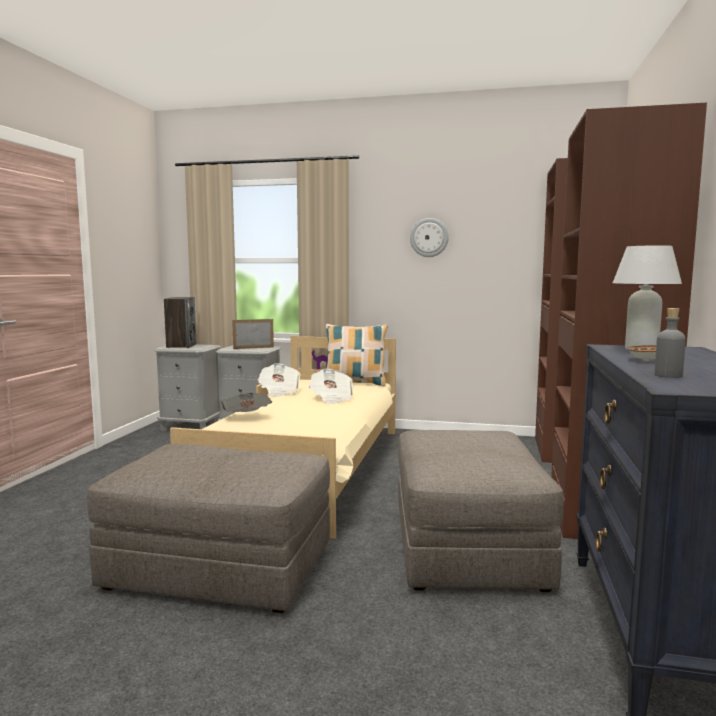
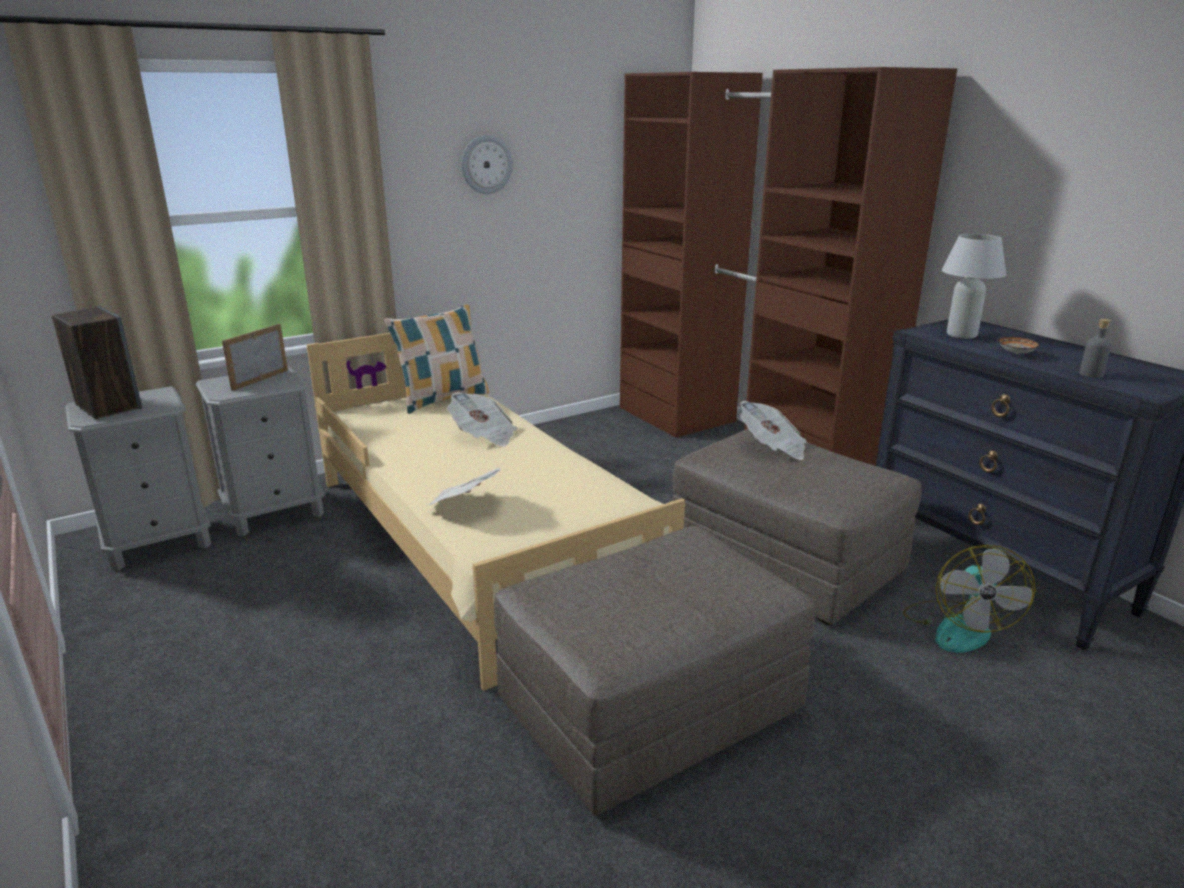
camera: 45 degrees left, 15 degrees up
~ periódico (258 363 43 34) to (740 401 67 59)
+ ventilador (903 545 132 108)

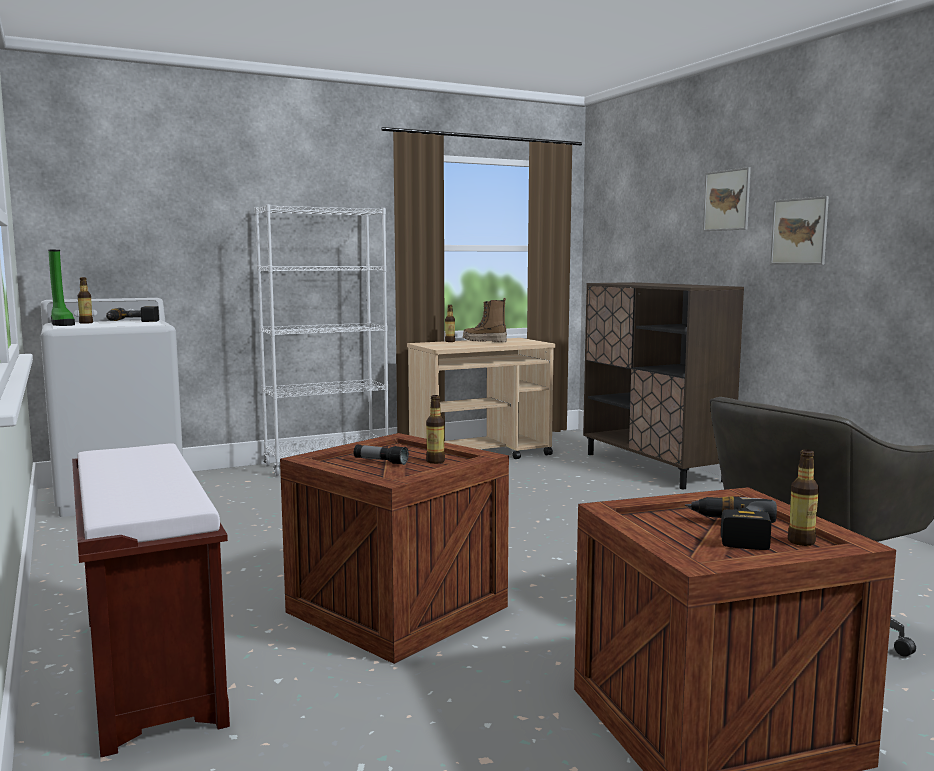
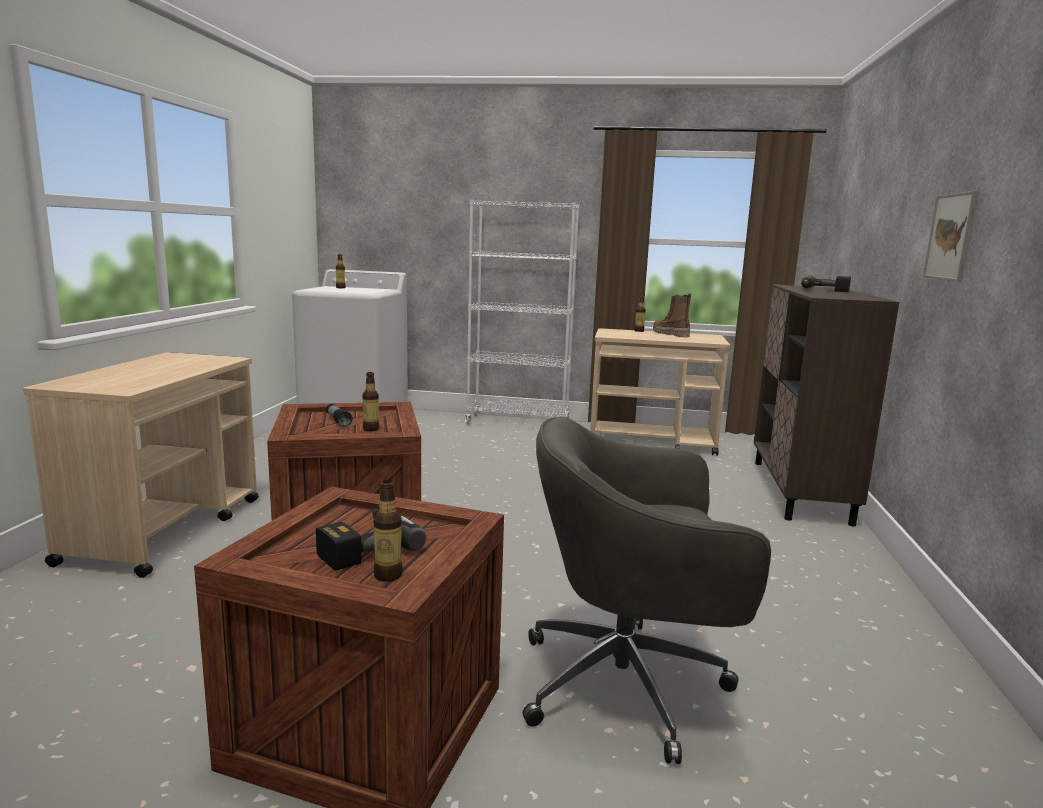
camera: 35 degrees right, 5 degrees up
- cuadro (703 167 48 64)
- bota [verde] (48 250 27 76)
~ taladro (106 306 53 16) to (801 276 50 16)
~ banco [marrón] (72 444 158 314) to carrito [beis] (23 352 236 226)

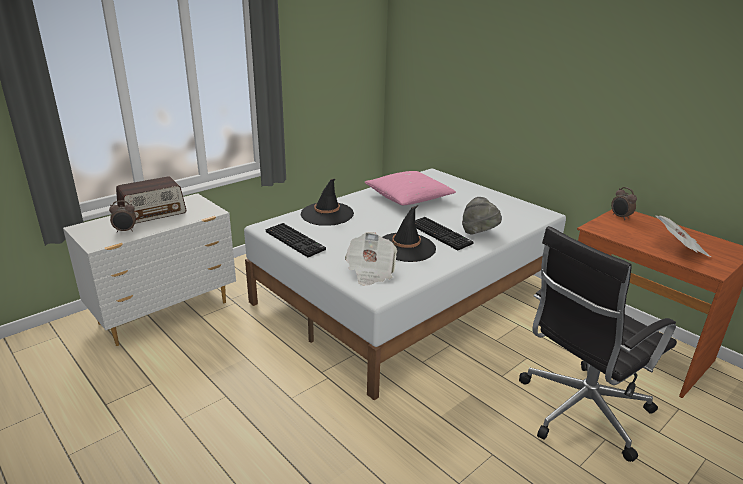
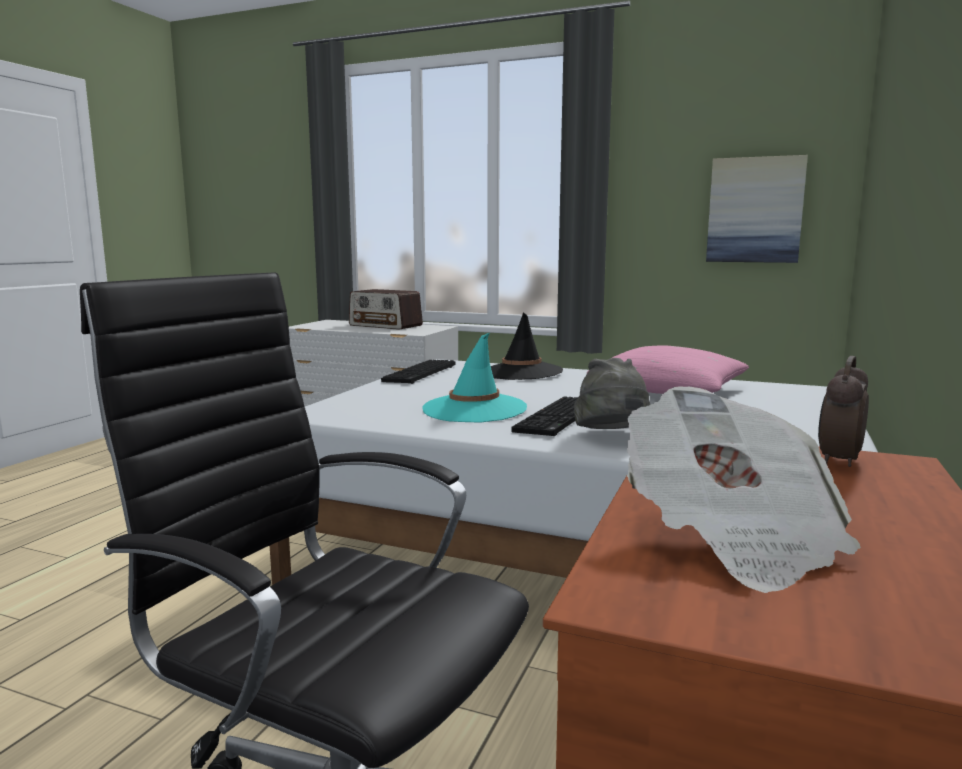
camera: 65 degrees right, 15 degrees down
- despertador (109 201 27 32)
~ sombrero [negro] (382 205 54 57) to sombrero [turquesa] (422 333 105 89)
- periódico (345 232 52 54)
+ cuadro (706 155 102 108)

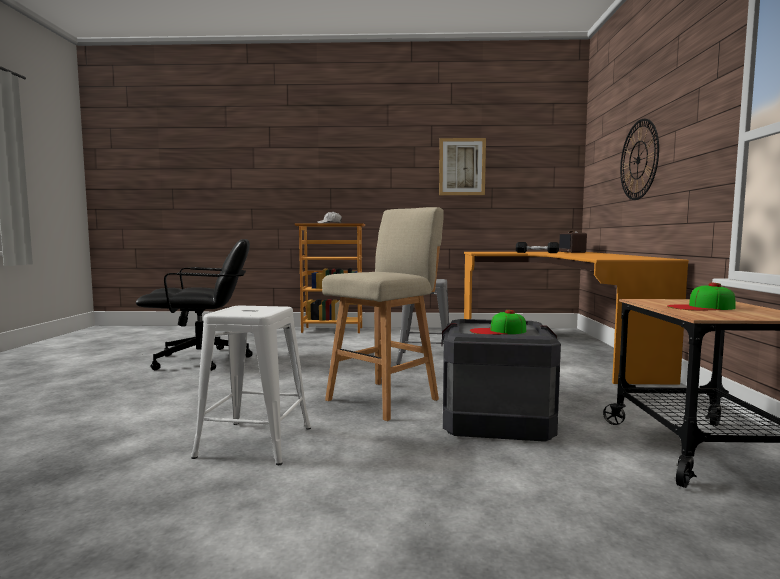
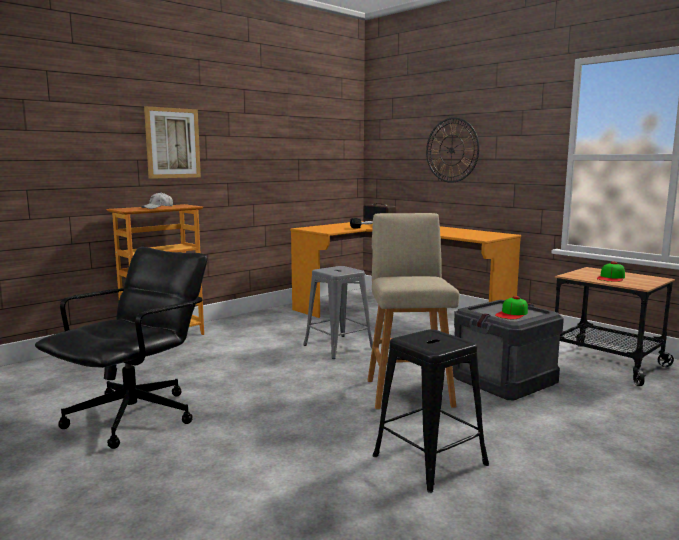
camera: 45 degrees left, 5 degrees up
~ cuadro (439 138 47 57) to (144 106 57 73)
~ taburete [blanco] (191 306 120 159) to taburete [negro] (373 329 116 164)

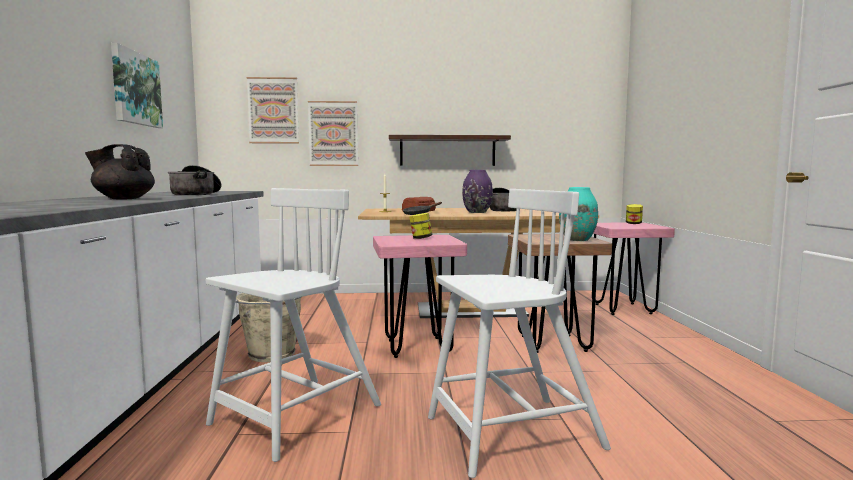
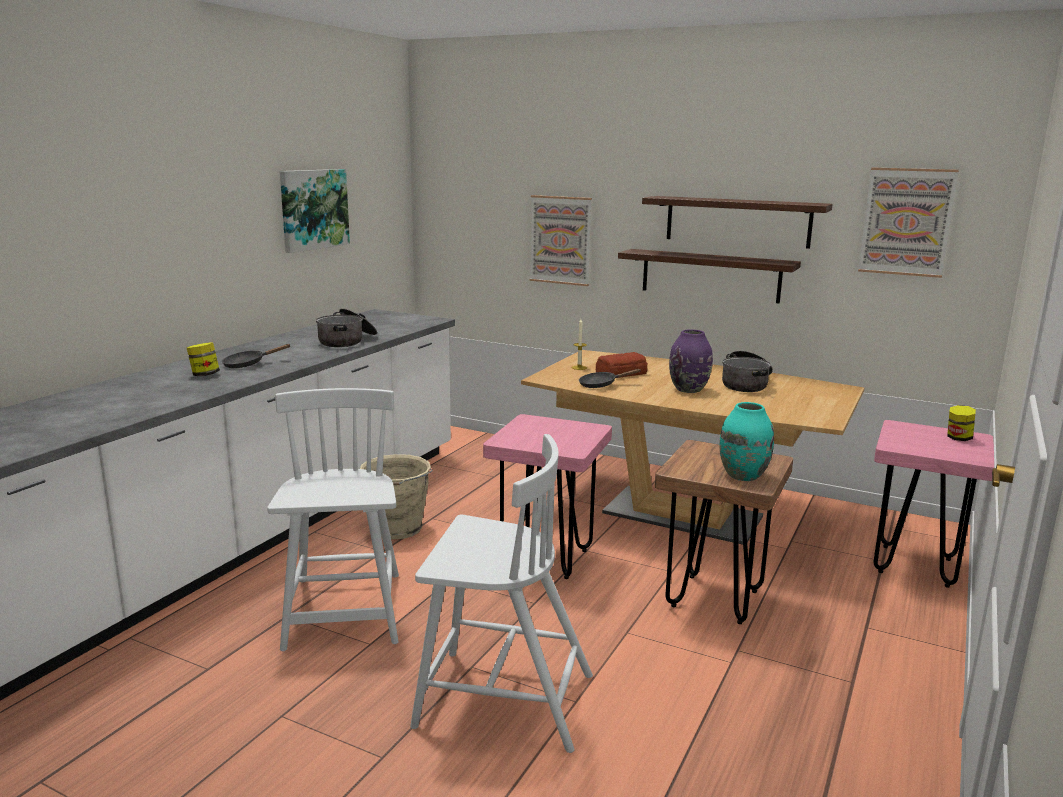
camera: 30 degrees right, 10 degrees up
~ cuadro (247 77 52 67) to (858 168 101 110)
~ tetera [negro] (85 144 70 56) to sartén [negro] (222 344 68 24)
~ silla [blanco] (206 188 175 274) = (267 388 132 263) 75 degrees counterclockwise
~ tarro (409 213 23 26) to (187 343 33 33)
+ estante (642 196 191 53)

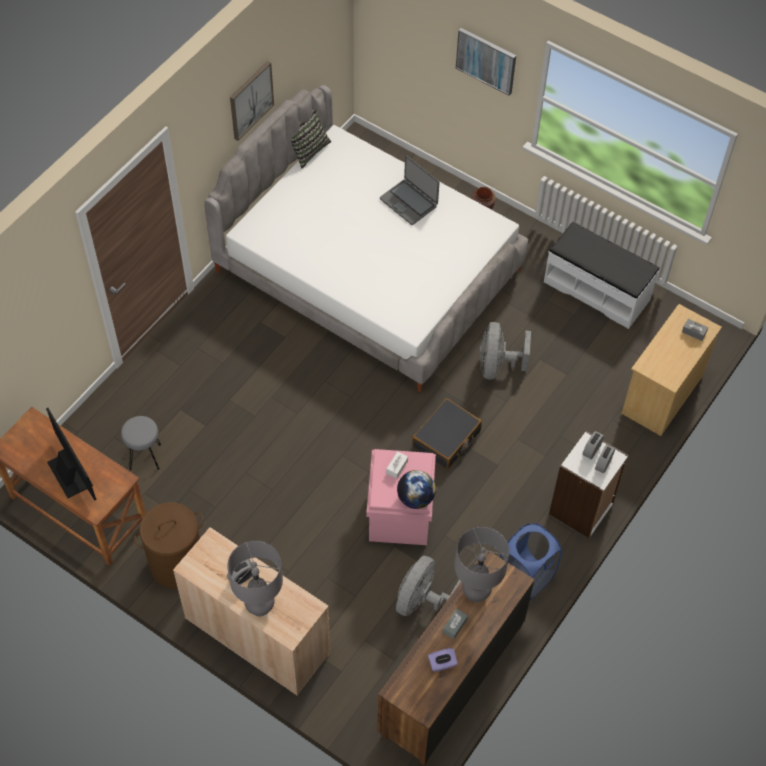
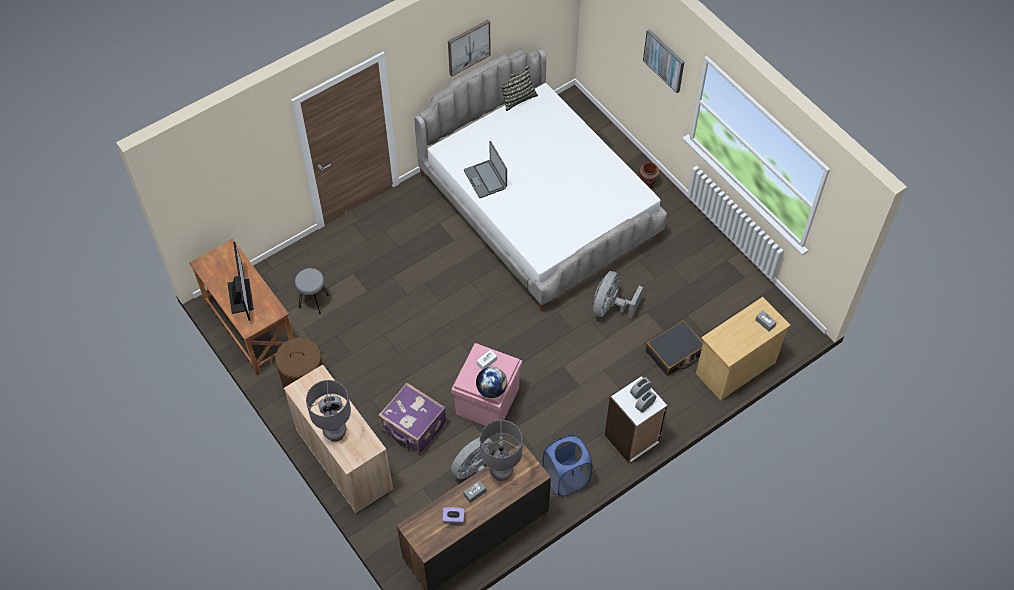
camera: 20 degrees right, 0 degrees up
~ portátil (380 155 60 70) to (464 141 43 57)
- banco [blanco] (544 221 115 108)
~ maleta [negro] (412 398 70 71) to (645 320 58 56)
+ maleta [morado] (378 382 68 73)

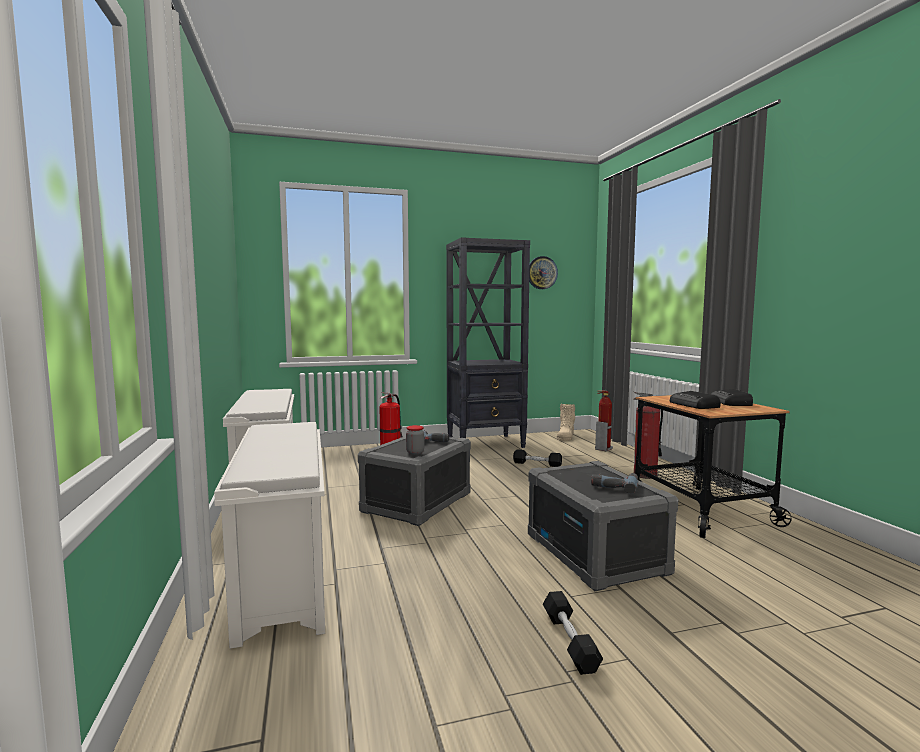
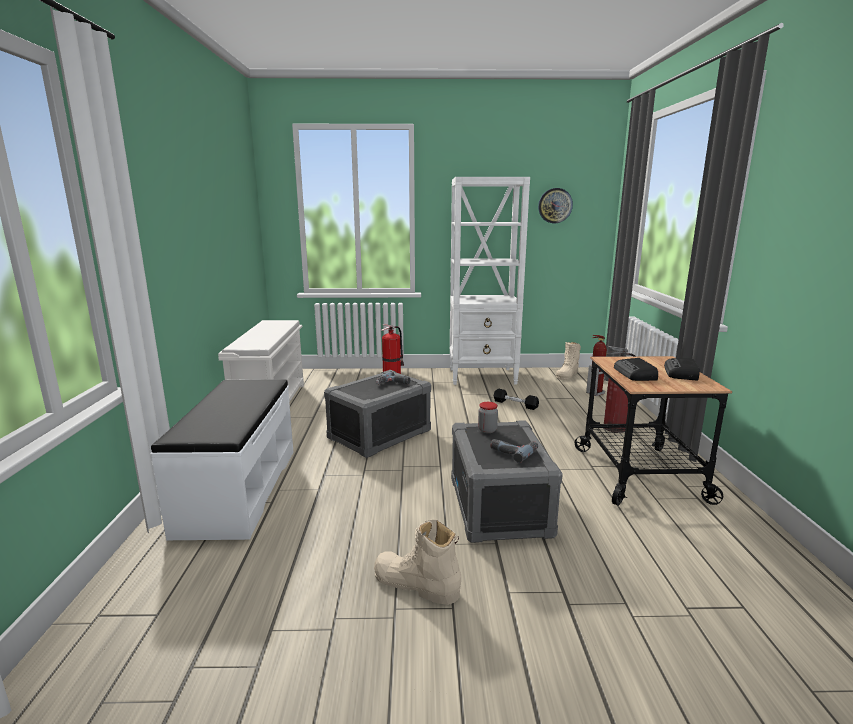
camera: 15 degrees right, 10 degrees up
~ estantería [negro] (446 237 84 211) to estantería [blanco] (450 177 80 208)
~ zapatero [blanco] (214 422 111 227) to banco [blanco] (151 379 143 161)
~ tarro (406 425 18 29) to (478 402 20 31)
~ mancuerna [negro] (543 591 60 84) to bota [beis] (374 519 87 86)

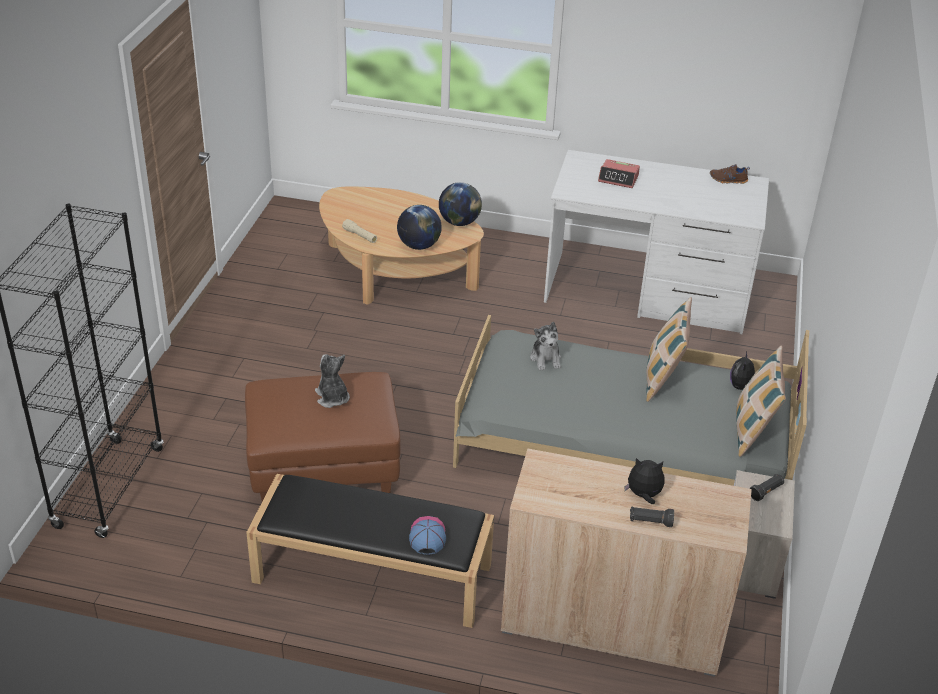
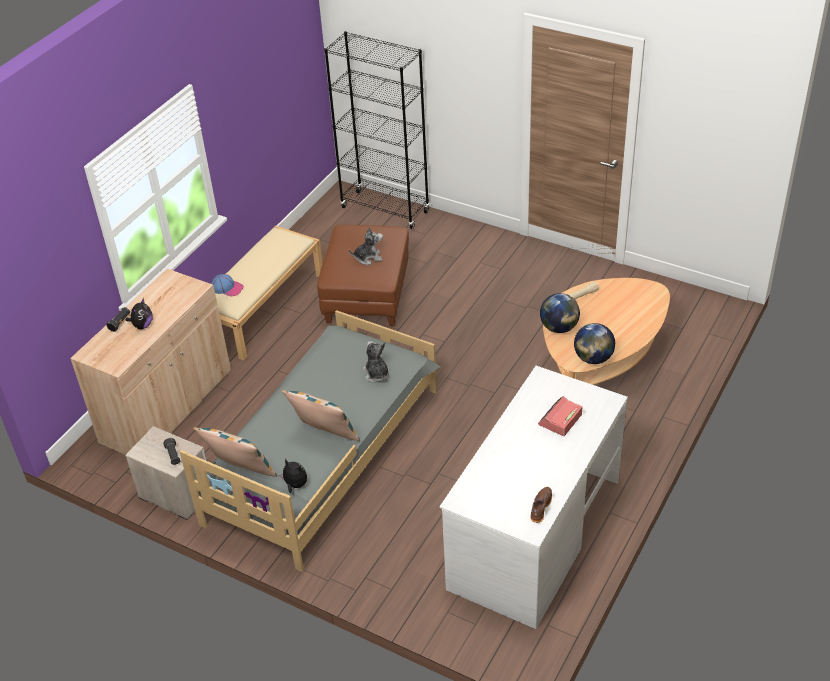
camera: 110 degrees right, 5 degrees up
~ peluche (530 322 31 48) = (363 341 27 42) 60 degrees clockwise
~ banco [negro] (246 474 248 154) to banco [beis] (215 226 108 134)

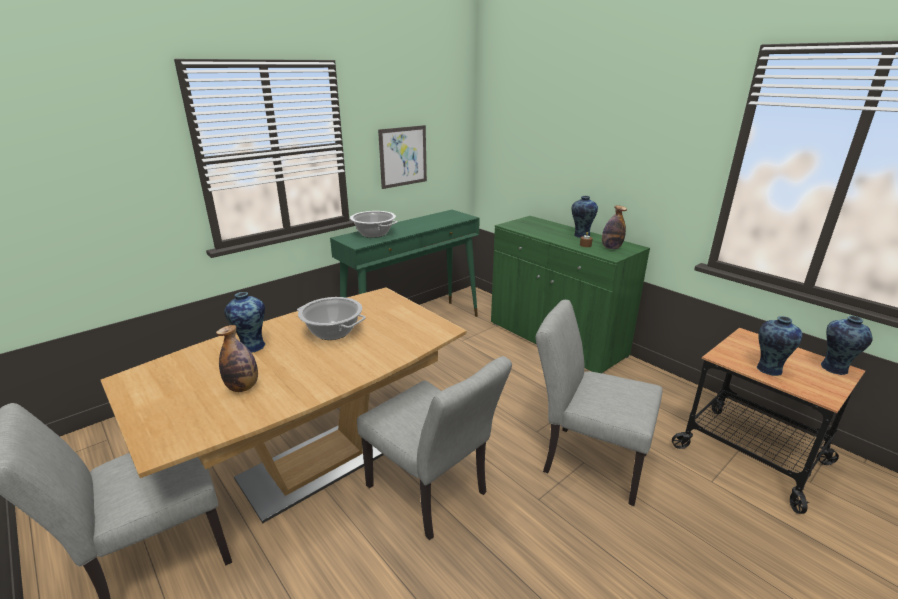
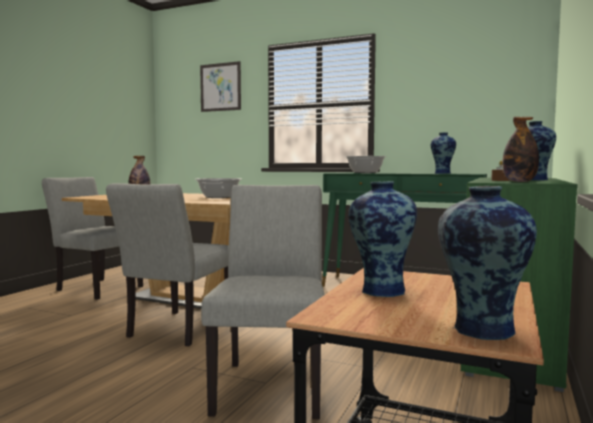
camera: 65 degrees right, 20 degrees down
~ cuadro (378 125 49 64) to (200 61 41 51)
~ florero (224 292 41 61) to (431 132 25 42)

